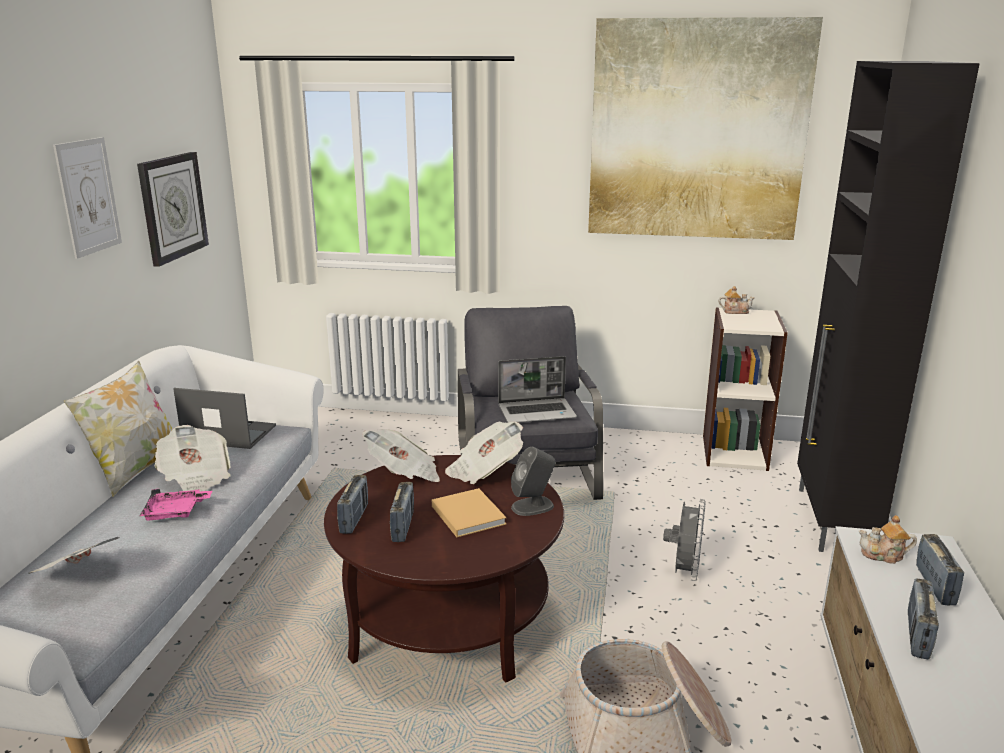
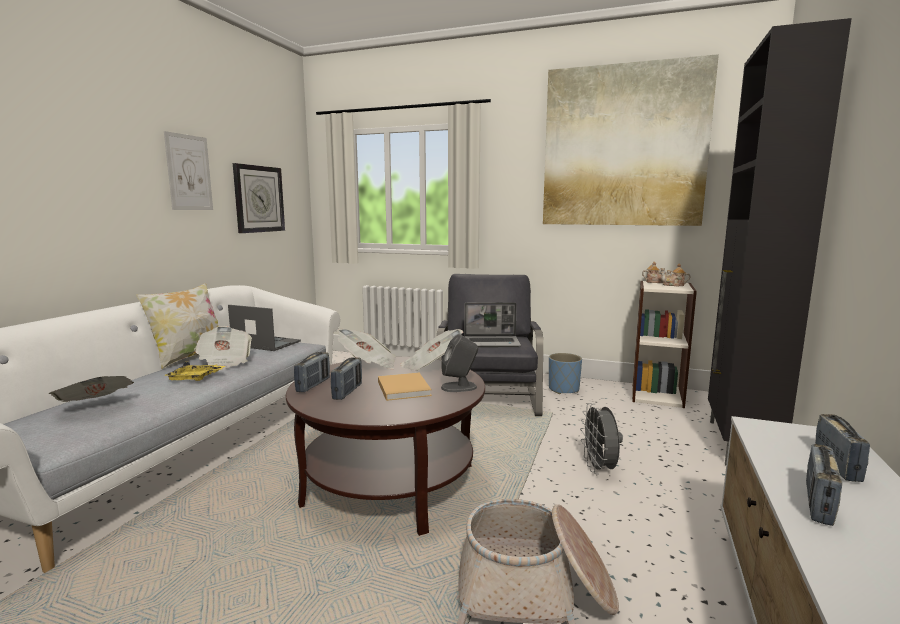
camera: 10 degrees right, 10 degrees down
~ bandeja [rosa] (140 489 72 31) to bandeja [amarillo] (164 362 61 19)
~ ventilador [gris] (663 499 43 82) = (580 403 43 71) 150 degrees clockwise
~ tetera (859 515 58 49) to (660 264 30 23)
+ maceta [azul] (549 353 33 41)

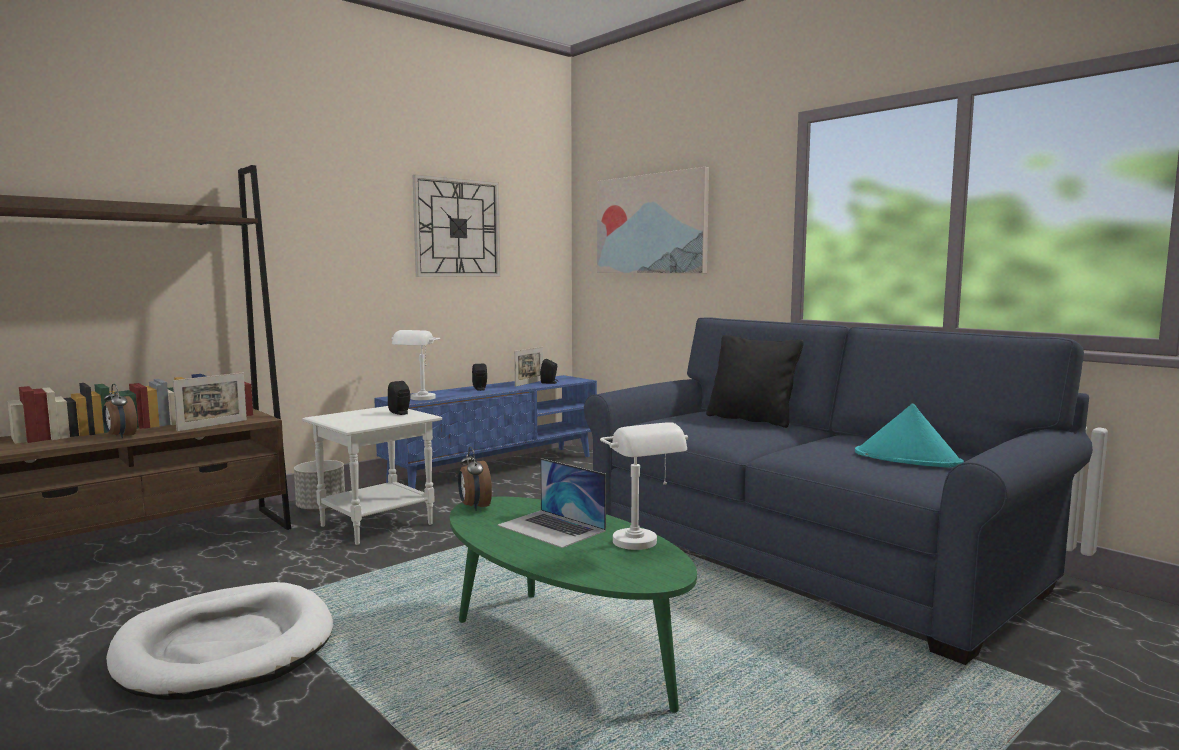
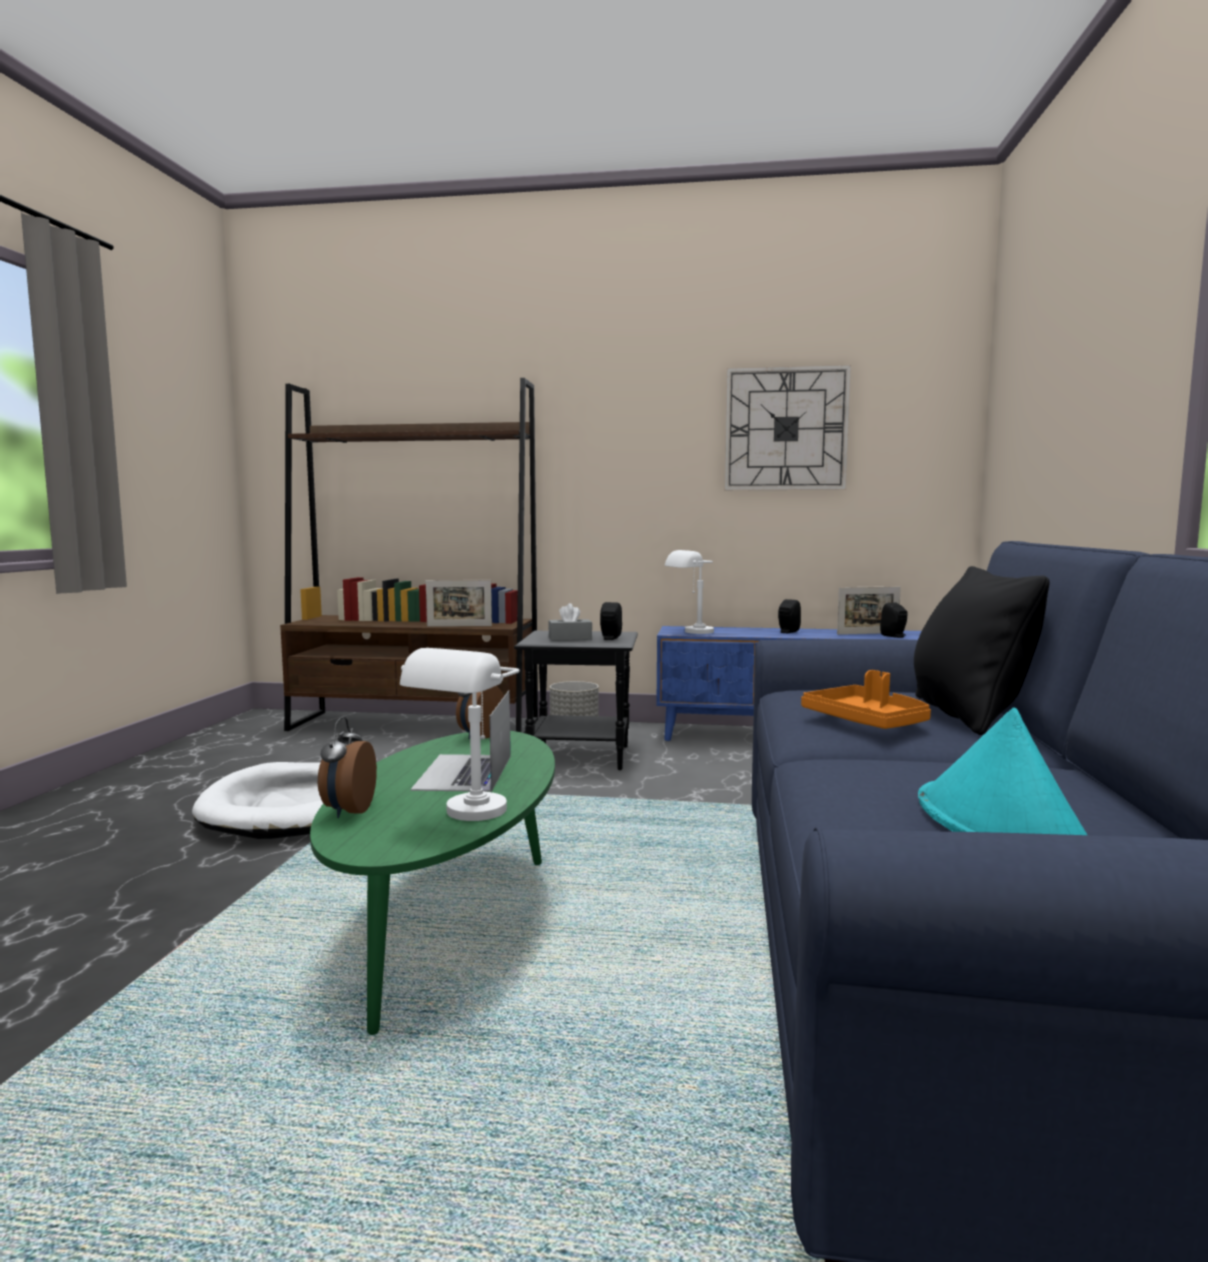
camera: 50 degrees right, 0 degrees up
- cuadro (597 167 112 106)
~ despertador (103 384 34 54) to (318 717 59 101)
~ mesa auxiliar [blanco] (302 406 140 139) to mesa auxiliar [negro] (514 631 124 139)
+ caja de pañuelos [gris] (548 603 44 38)
+ bandeja [naranja] (801 670 130 59)

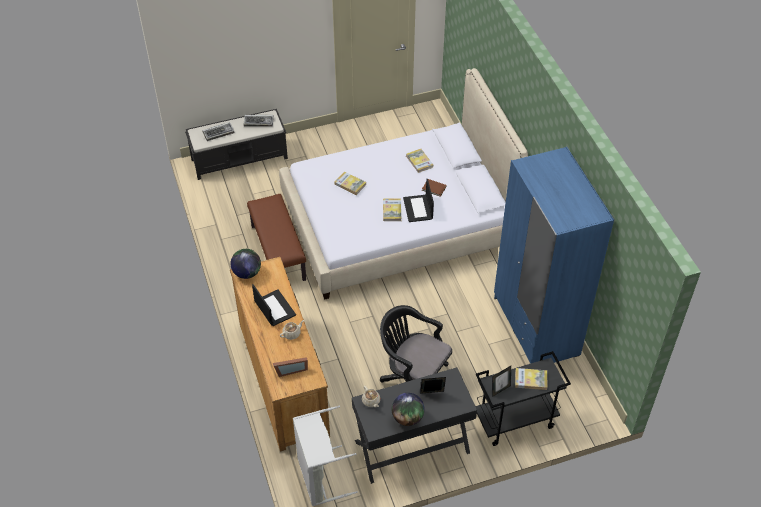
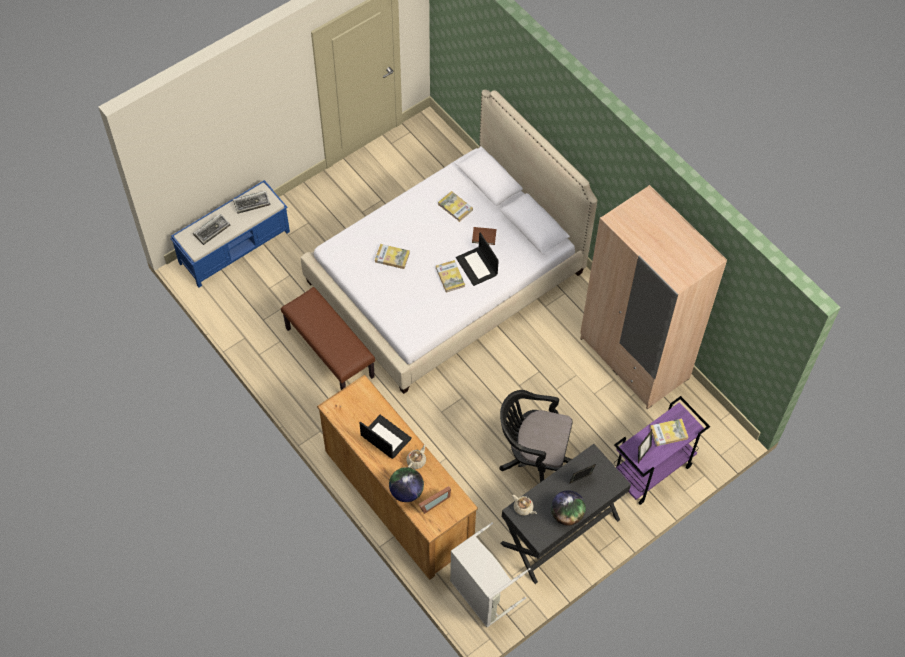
camera: 20 degrees left, 10 degrees up
~ banco [negro] (185 109 103 71) to banco [azul] (170 180 120 108)
~ armario ropero [azul] (494 146 120 218) to armario ropero [beis] (580 185 147 224)
~ globo terráqueo (230 249 31 30) to (389 467 35 35)
~ carrito [negro] (476 351 95 95) to carrito [morado] (614 396 96 109)

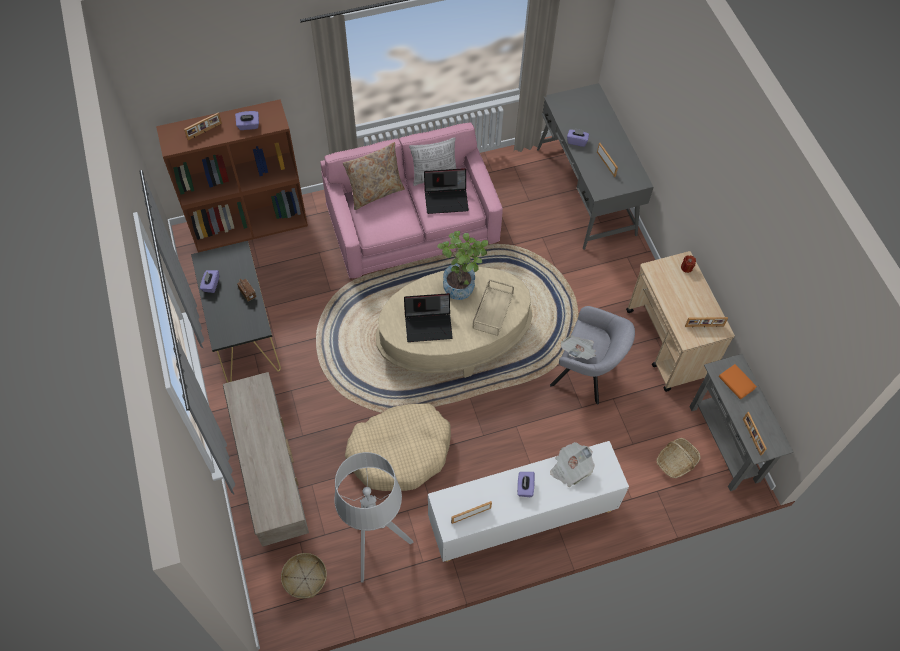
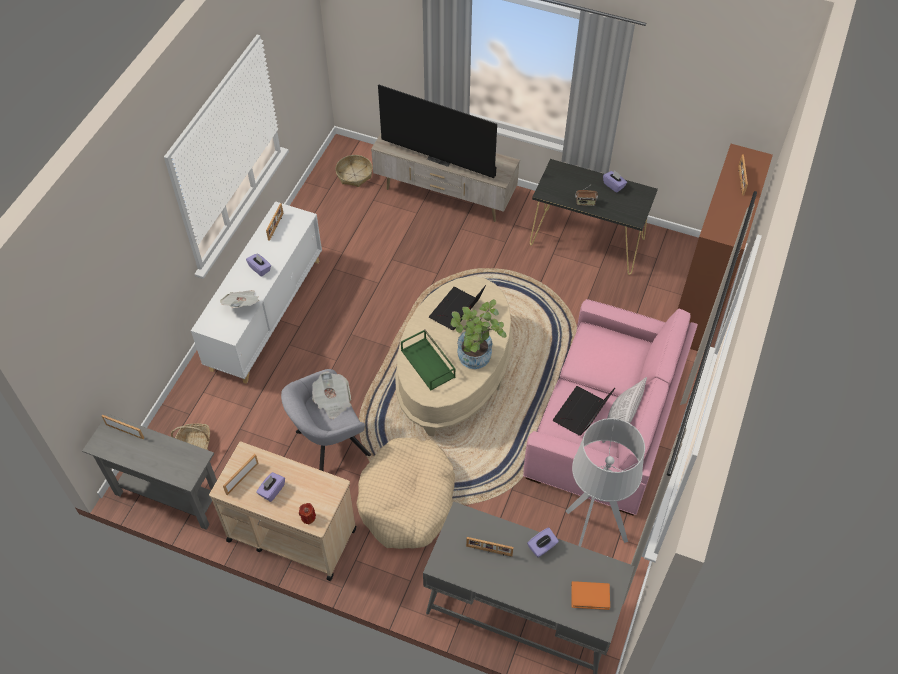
camera: 130 degrees right, 5 degrees down
~ caja de pañuelos [morado] (235 111 24 19) to (256 472 29 30)
- cojín [beis] (343 142 62 68)
~ bandeja [beis] (472 279 42 57) to bandeja [verde] (401 329 55 61)
~ libro [naranja] (719 364 38 36) to (571 581 39 29)
~ cama para perro [beis] (345 403 106 88) to (356 438 99 111)
~ lámpara de pie [gris] (334 452 80 131) to (566 418 79 139)
+ televisor (378 84 119 94)

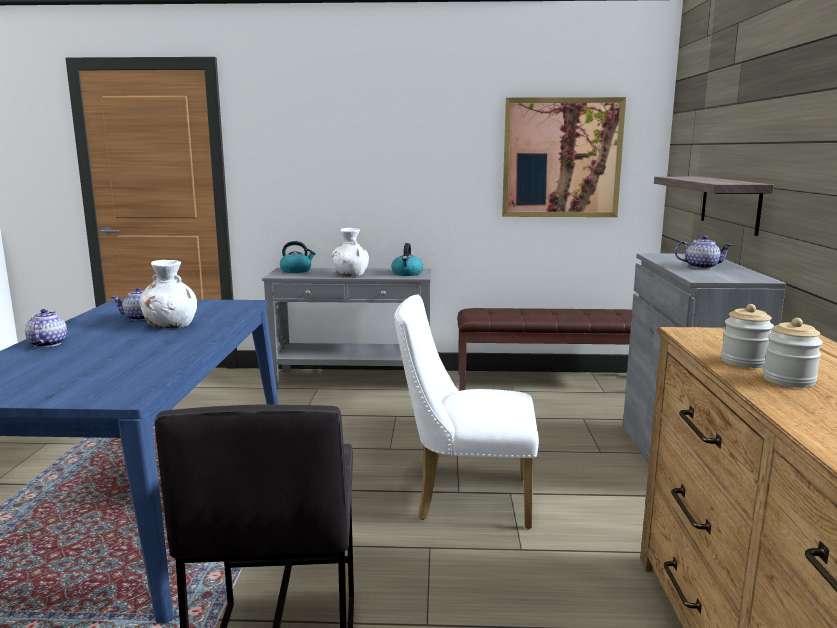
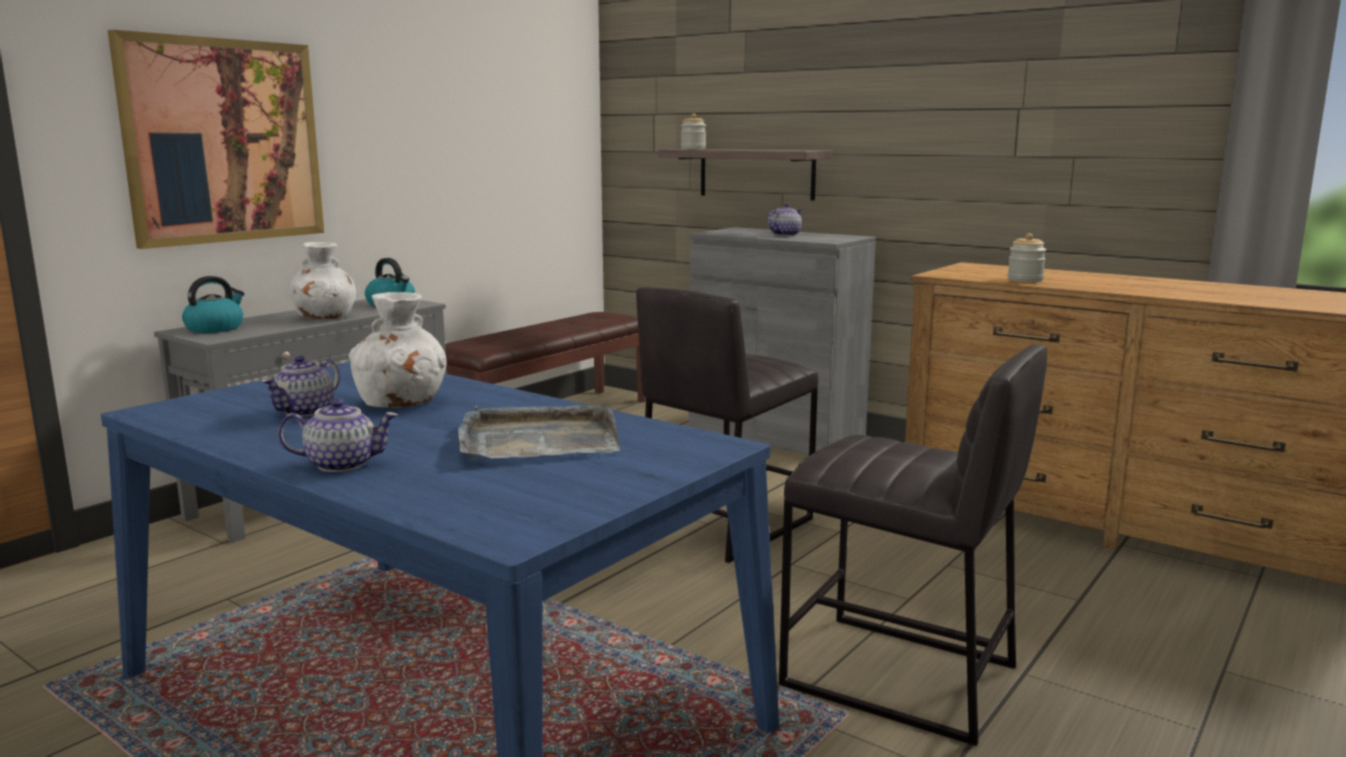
camera: 55 degrees left, 0 degrees up
~ cuadro (502 97 124 120) to (108 30 216 219)
~ silla [blanco] (394 295 145 234) to taburete [gris] (636 287 182 276)
~ tetera (25 309 42 39) = (278 399 120 73) 150 degrees clockwise
~ tarro (763 318 60 70) to (681 114 25 35)
+ bandeja [gris] (458 404 162 54)

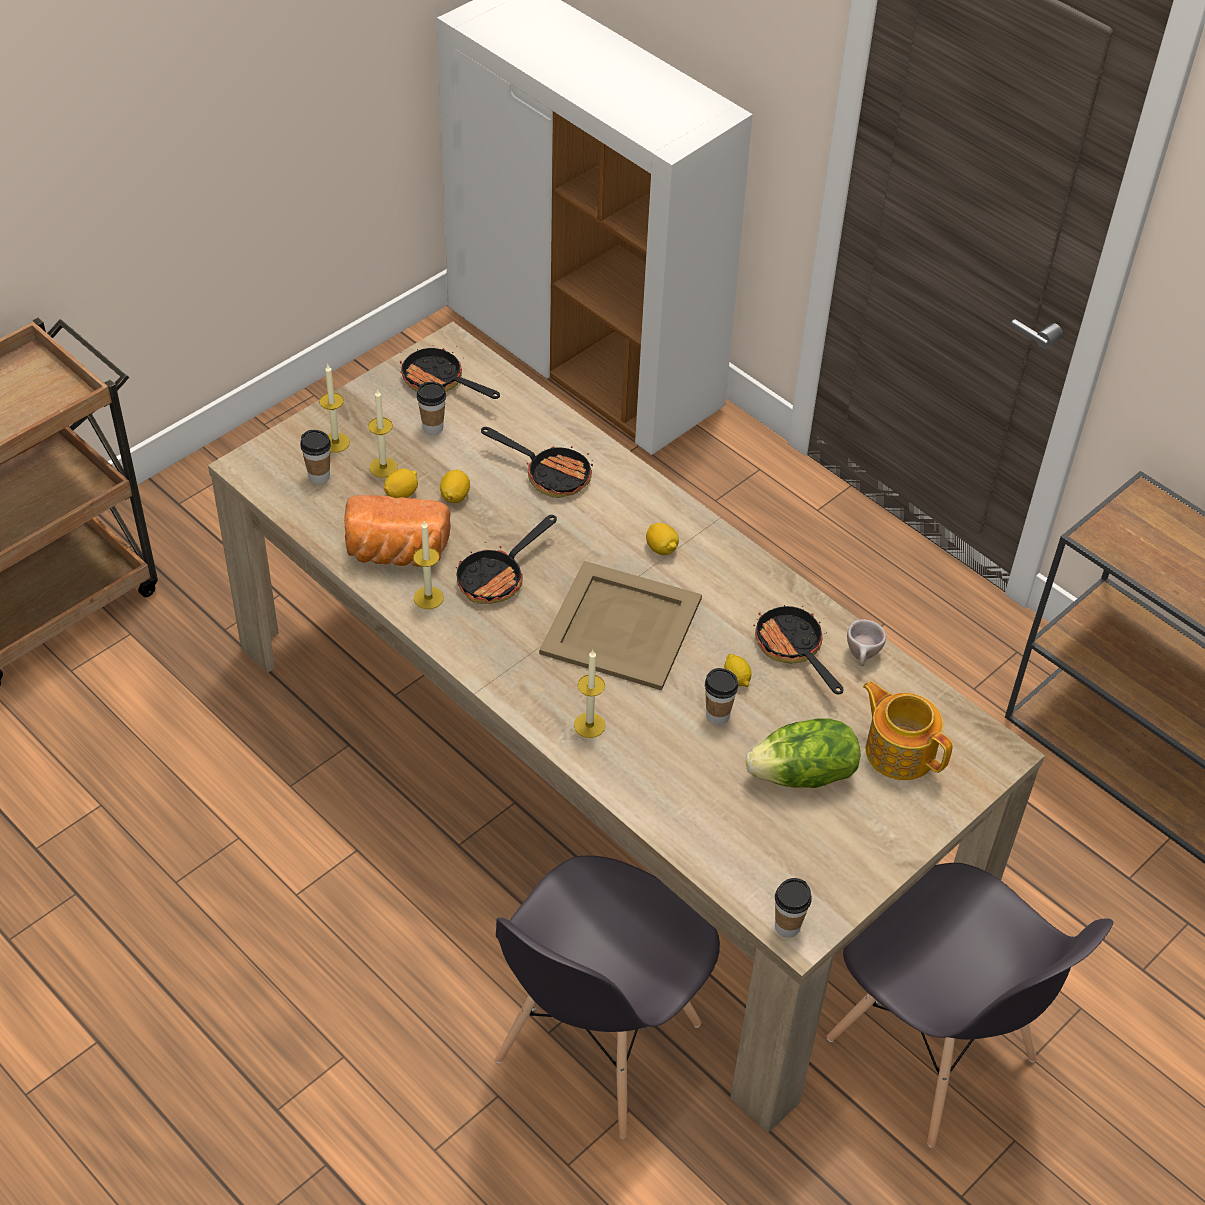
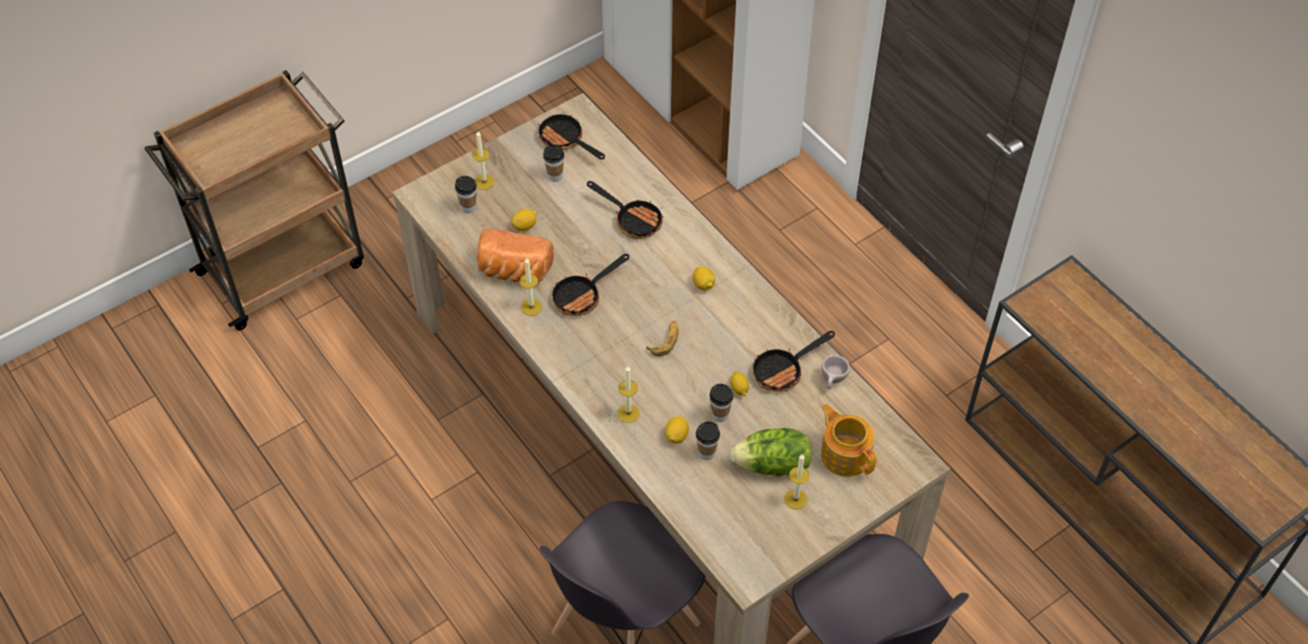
camera: 10 degrees right, 5 degrees up
~ vela (368 389 30 89) to (784 454 25 56)
~ limón (440 469 30 34) to (665 415 24 29)
~ bandeja [beis] (539 561 163 130) to plátano (646 321 33 35)
~ sartén (753 604 91 91) = (753 331 82 61) 105 degrees counterclockwise
~ taza (775 878 37 60) to (696 421 24 39)

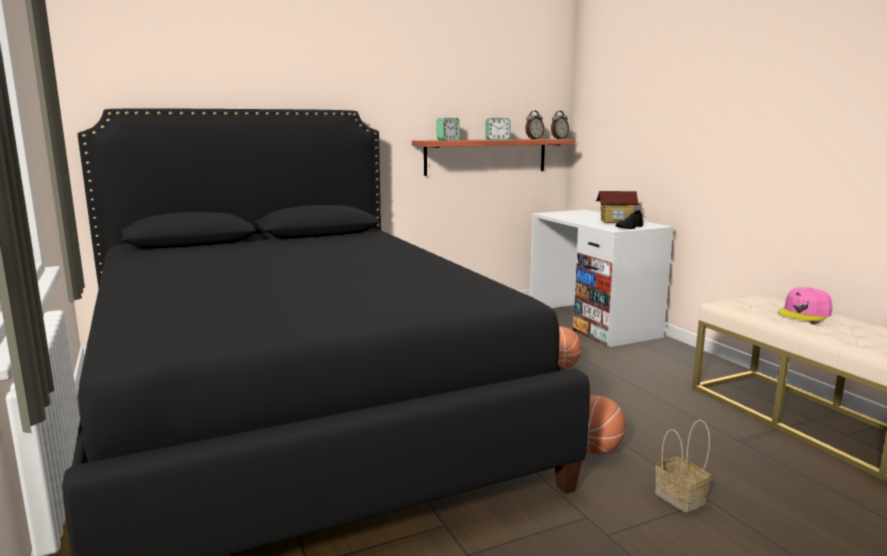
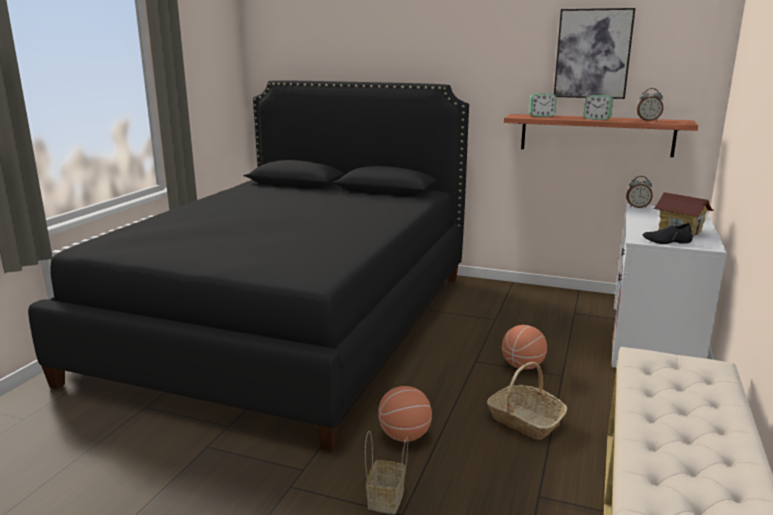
camera: 45 degrees right, 5 degrees up
~ despertador (551 111 18 28) to (626 176 27 32)
- gorra [rosa] (778 287 55 34)
+ cuadro (554 8 81 91)
+ cesta (487 362 80 78)

